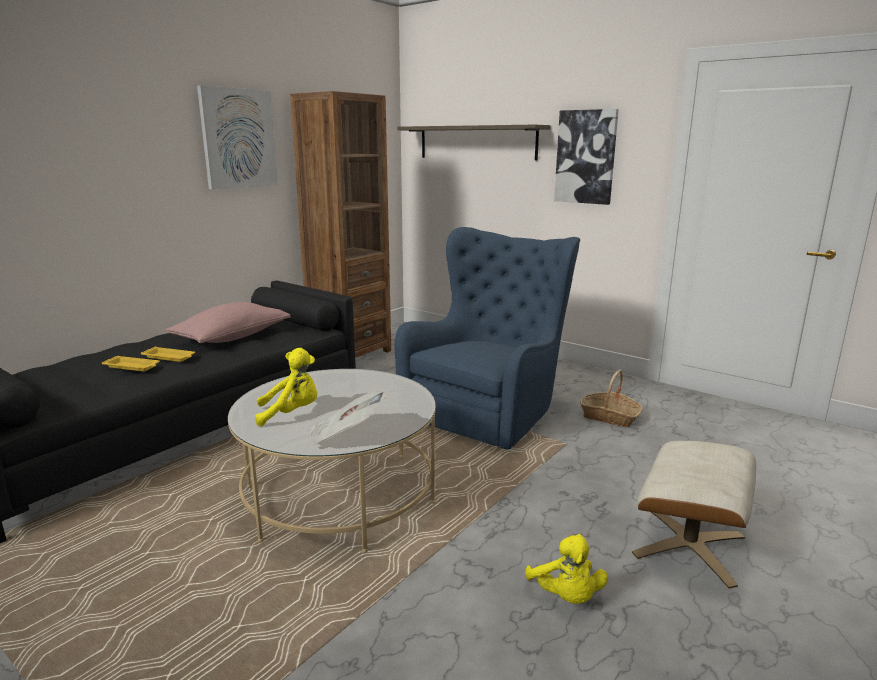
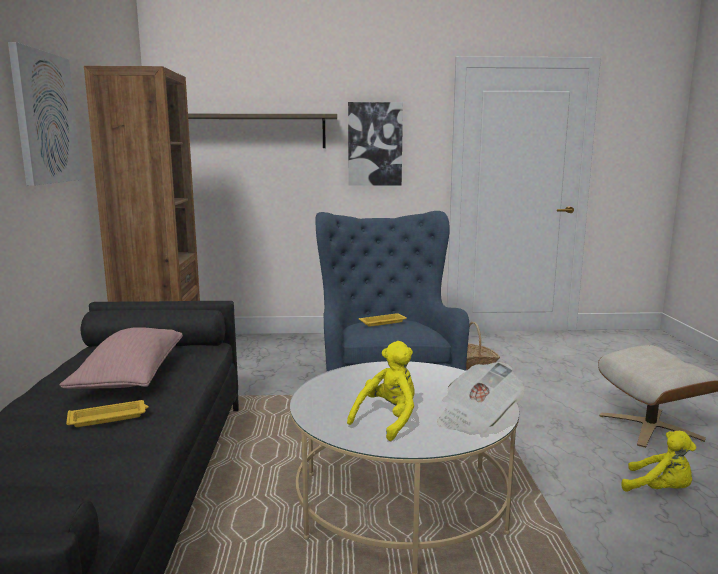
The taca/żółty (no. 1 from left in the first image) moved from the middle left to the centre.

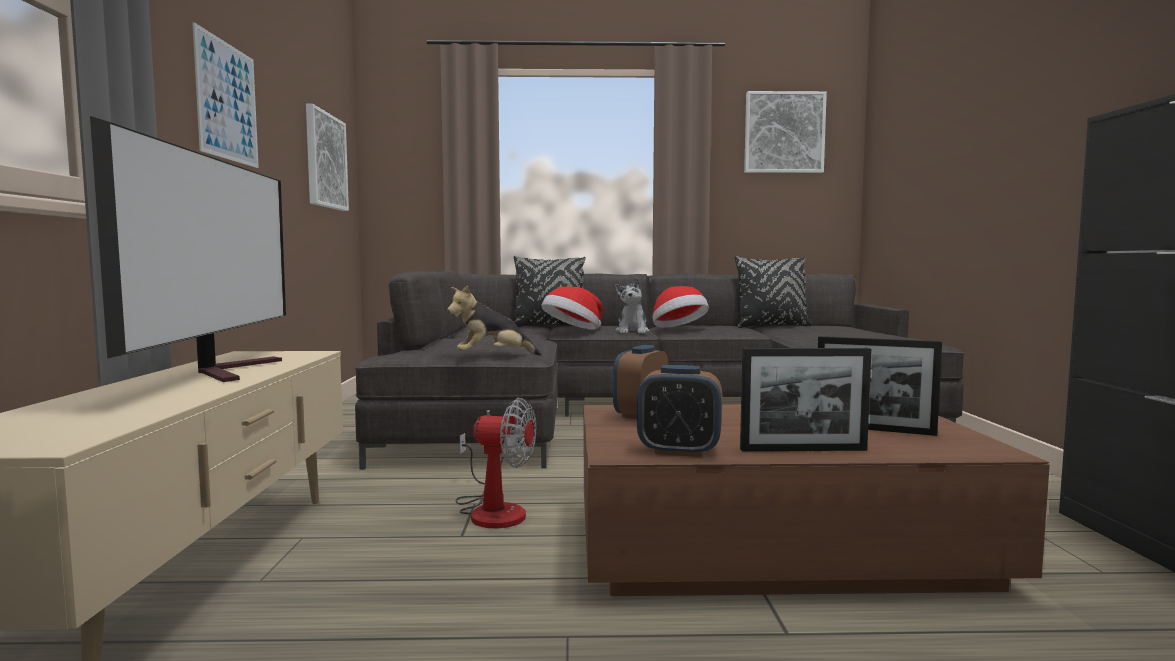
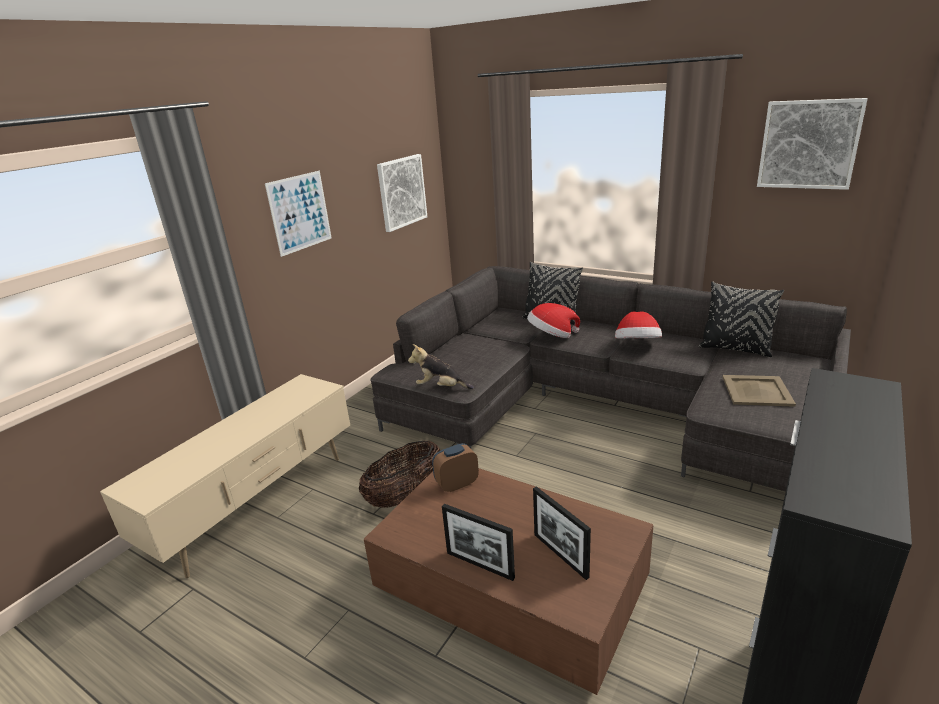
The telewizor at the middle left disappeared. The pluszak (no. 2 from left) at the centre disappeared. The budzik (no. 2 from left) at the centre disappeared. The taca/beżowy at the middle right appeared. The wentylator at the bottom centre was replaced by the koszyk at the bottom centre.

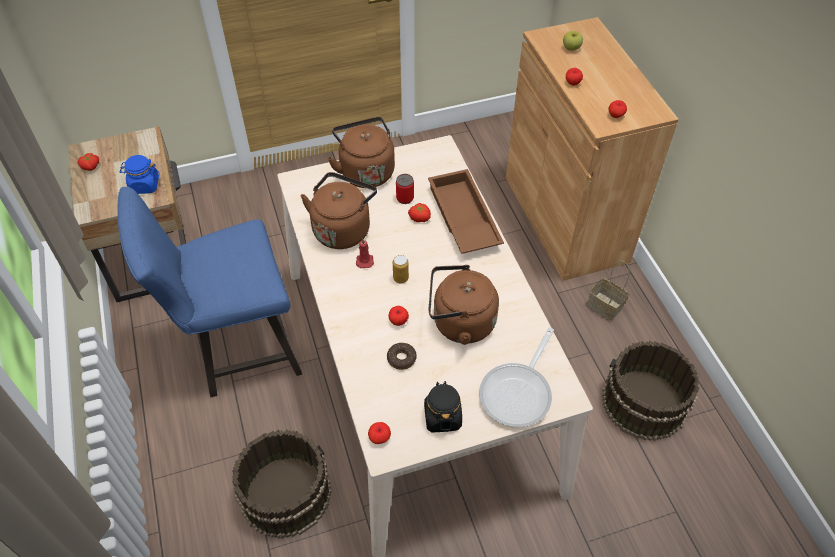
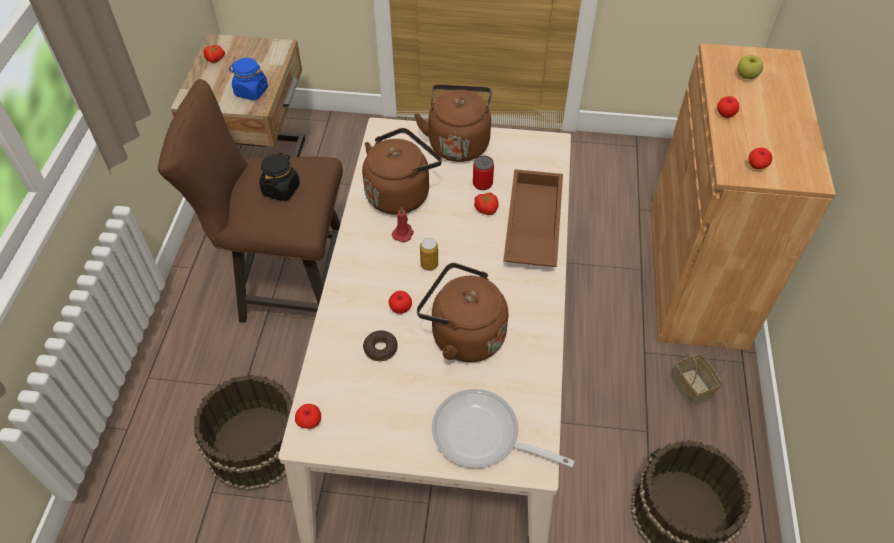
The słoik/czarny moved from the bottom centre to the top left. The stołek/niebieski at the middle left became the stołek/brązowy at the middle left. The patelnia at the bottom centre turned 60 degrees clockwise.

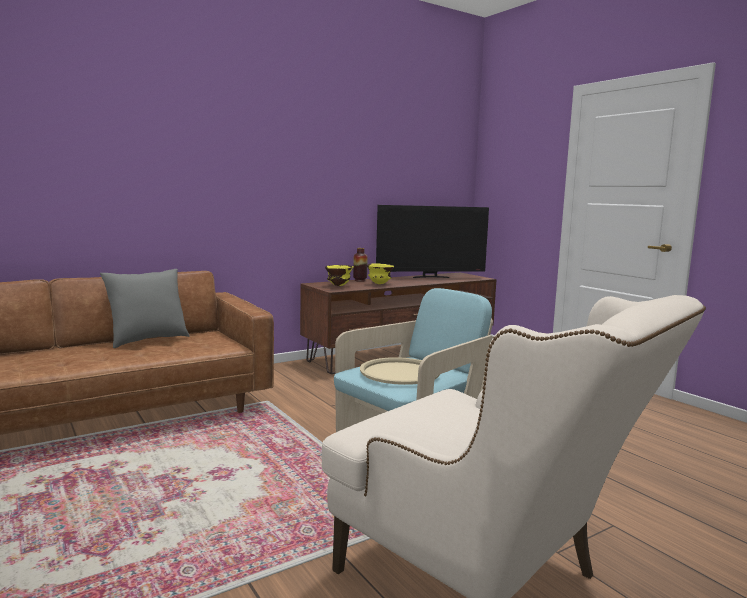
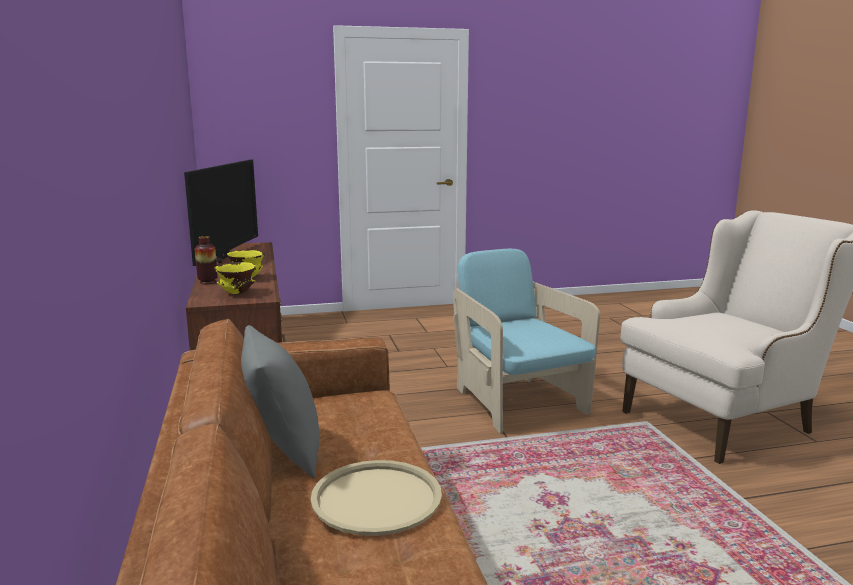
The taca/beżowy moved from the centre to the bottom centre.

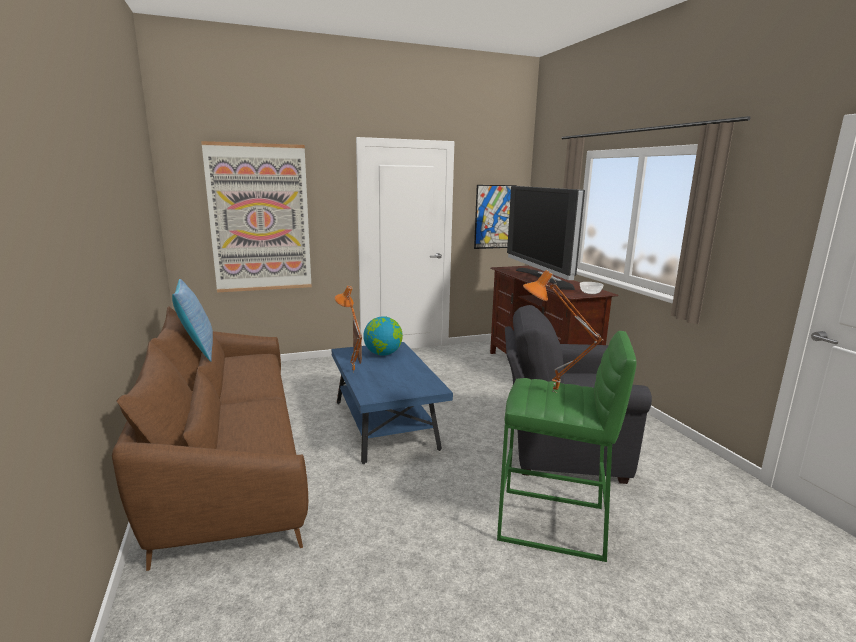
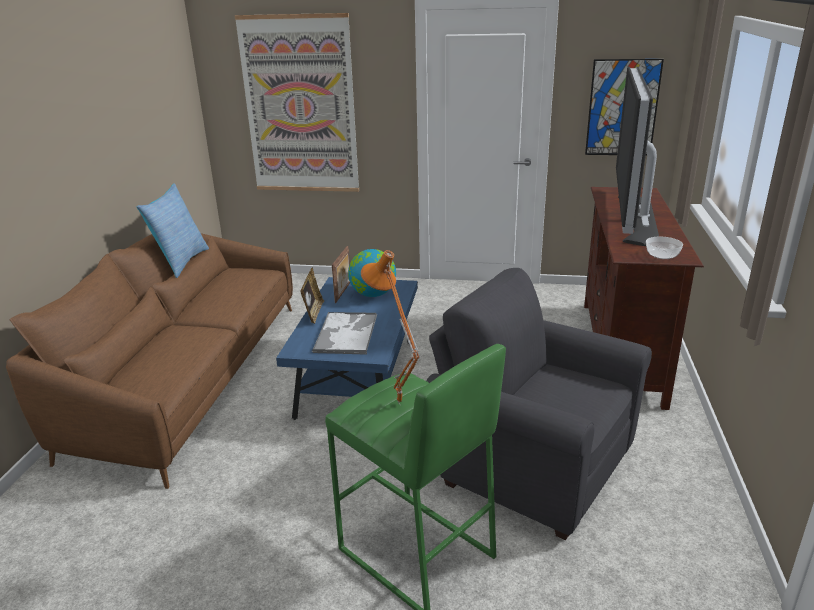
The taca at the centre appeared. The lampa stołowa/pomarańczowy (no. 1 from left) at the centre was replaced by the ramka na zdjęcie (no. 1 from left) at the centre.

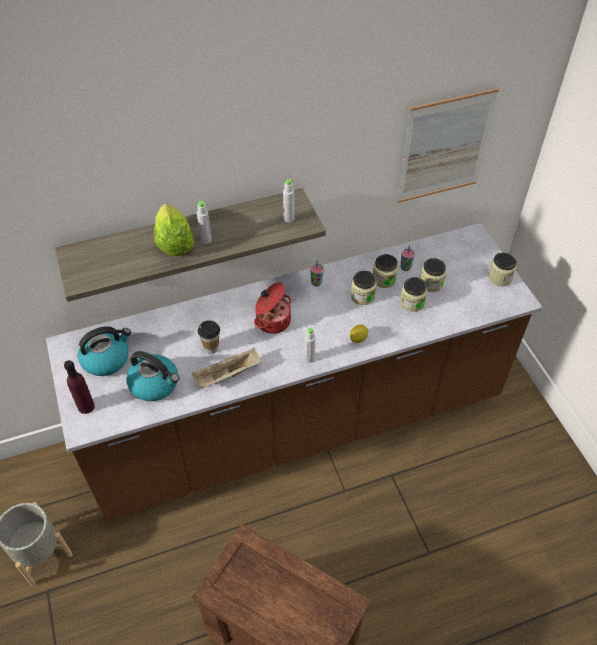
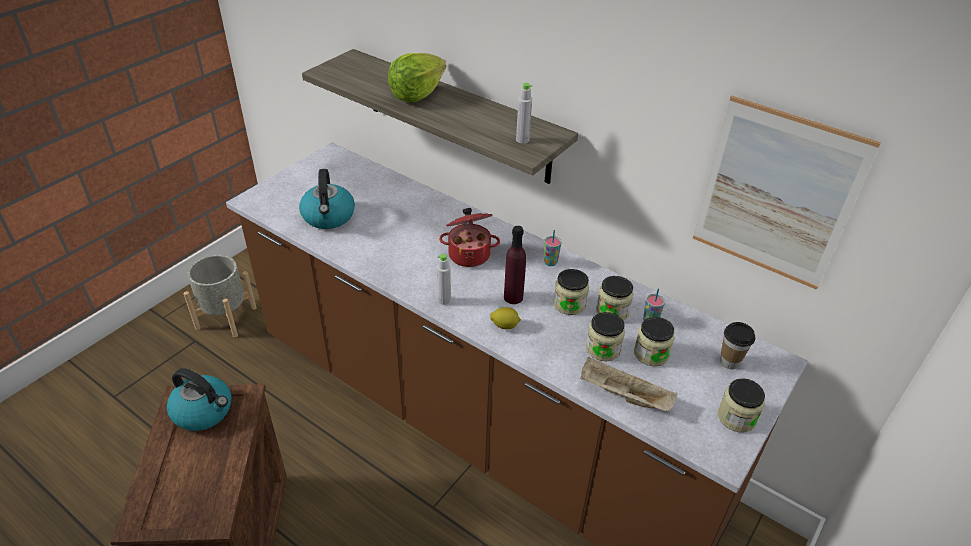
The butelka/szary (no. 1 from left) at the centre disappeared. The butelka/fioletowy moved from the middle left to the centre. The czajnik (no. 1 from left) moved from the middle left to the bottom left. The taca/beżowy moved from the centre to the bottom centre. The filiżanka (no. 1 from left in the first image) moved from the centre to the middle right.

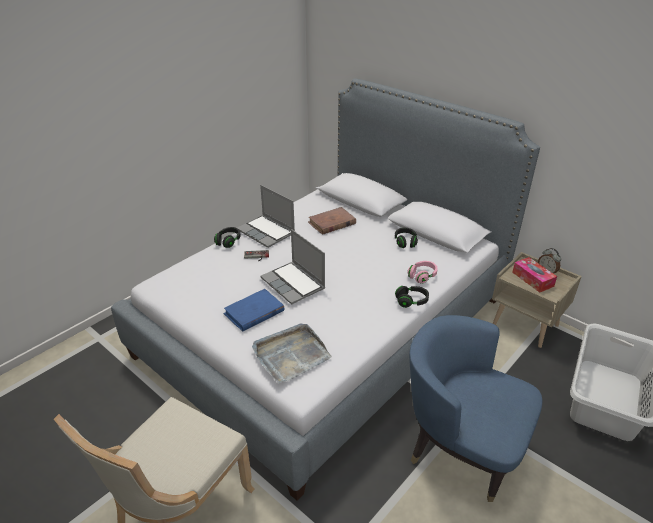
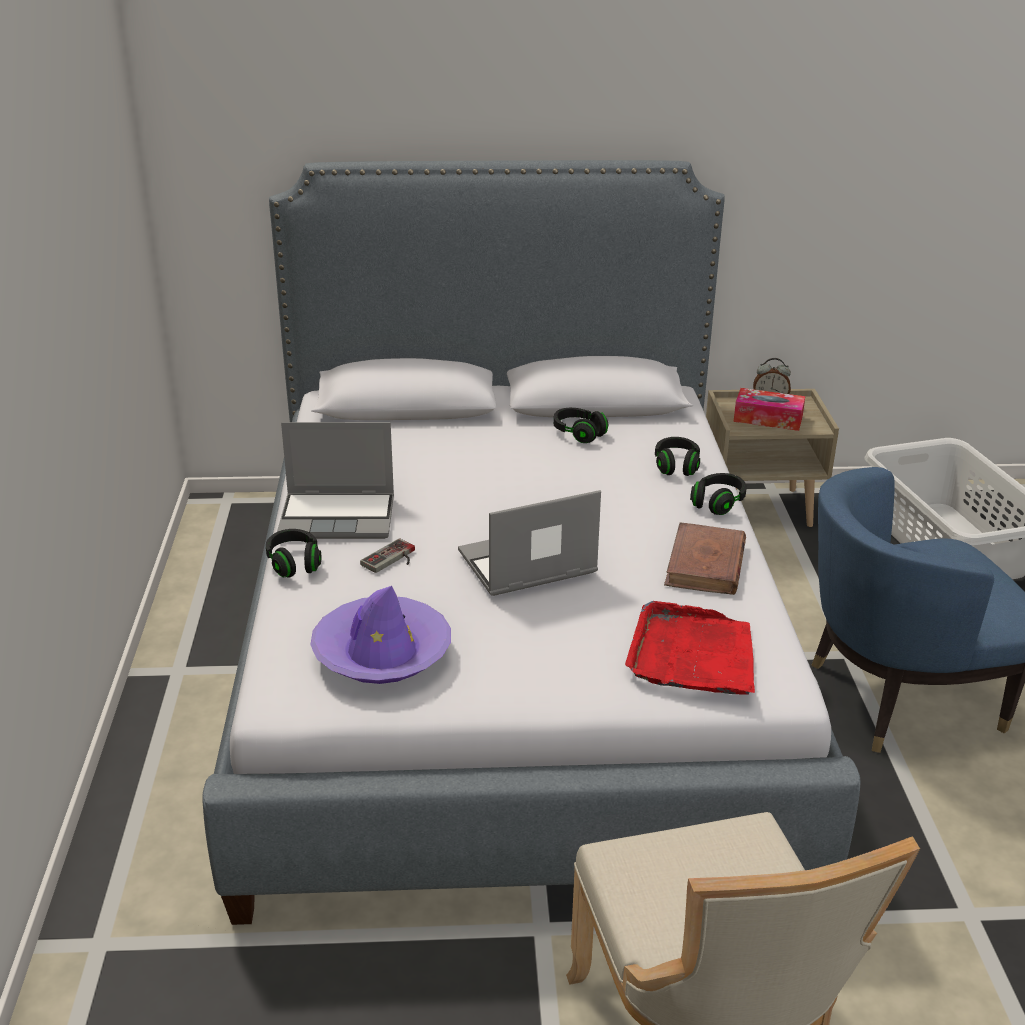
The książka/niebieski at the centre disappeared. The kapelusz/fioletowy at the centre appeared. The książka/brązowy moved from the centre to the middle right. The taca/szary at the bottom centre became the taca/czerwony at the middle right. The słuchawki/różowy at the centre became the słuchawki/czarny (no. 3 from left) at the centre. The laptop (no. 2 from left) at the centre turned 150 degrees clockwise.

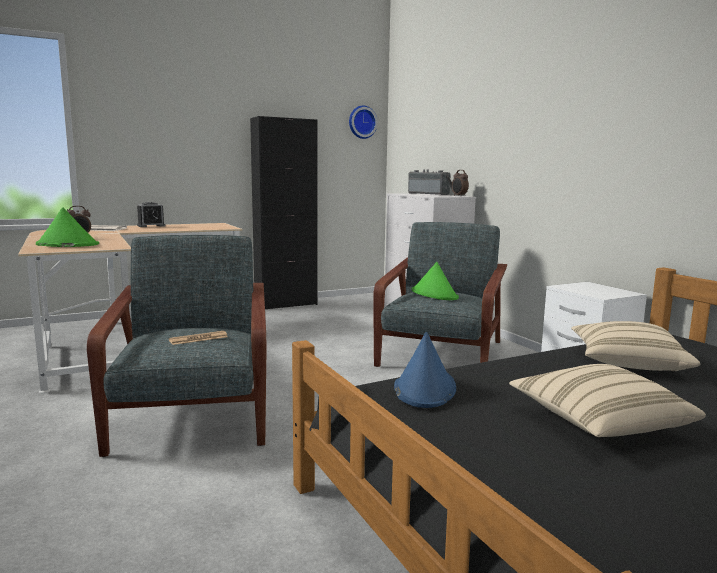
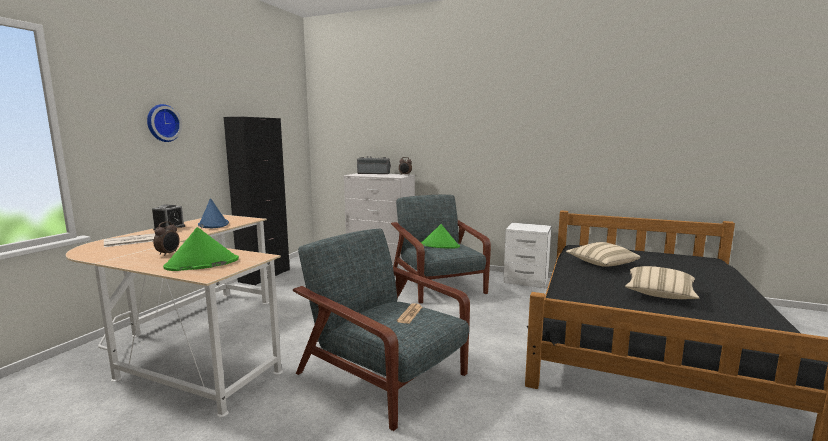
The zegar ścienny moved from the top centre to the top left. The kapelusz/niebieski moved from the centre to the middle left.

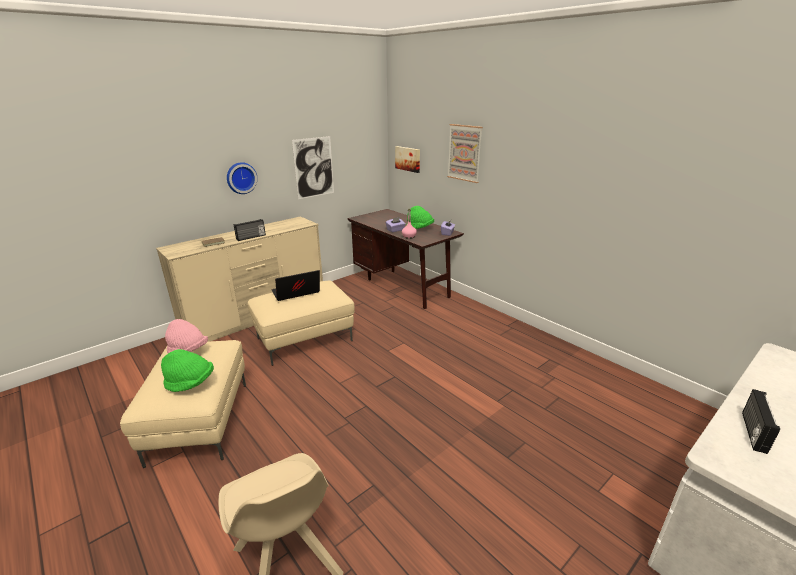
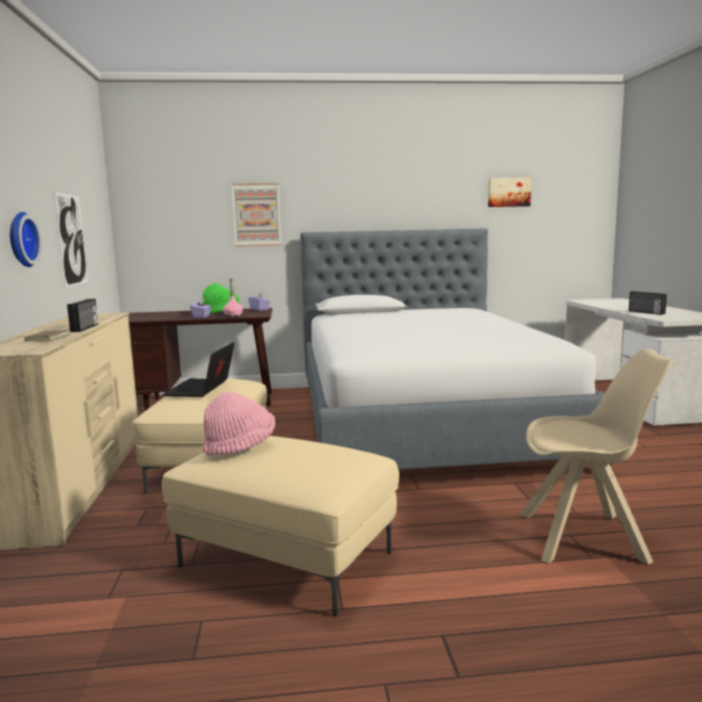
The kapelusz/zielony (no. 1 from left) at the middle left disappeared. The łóżko at the centre appeared. The obraz (no. 2 from left in the first image) moved from the top centre to the top right.

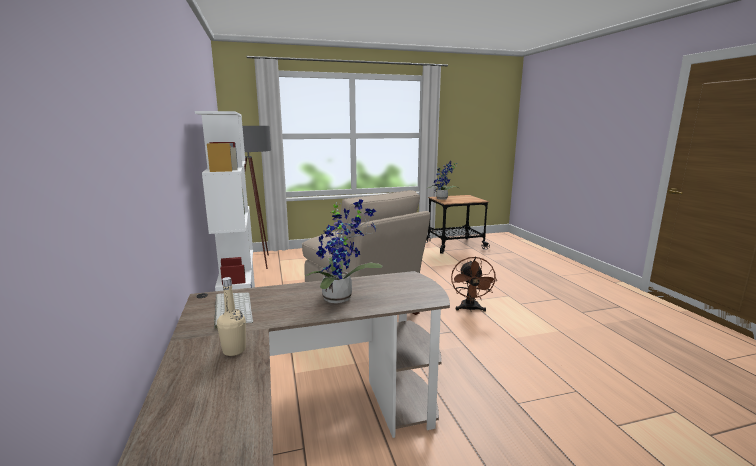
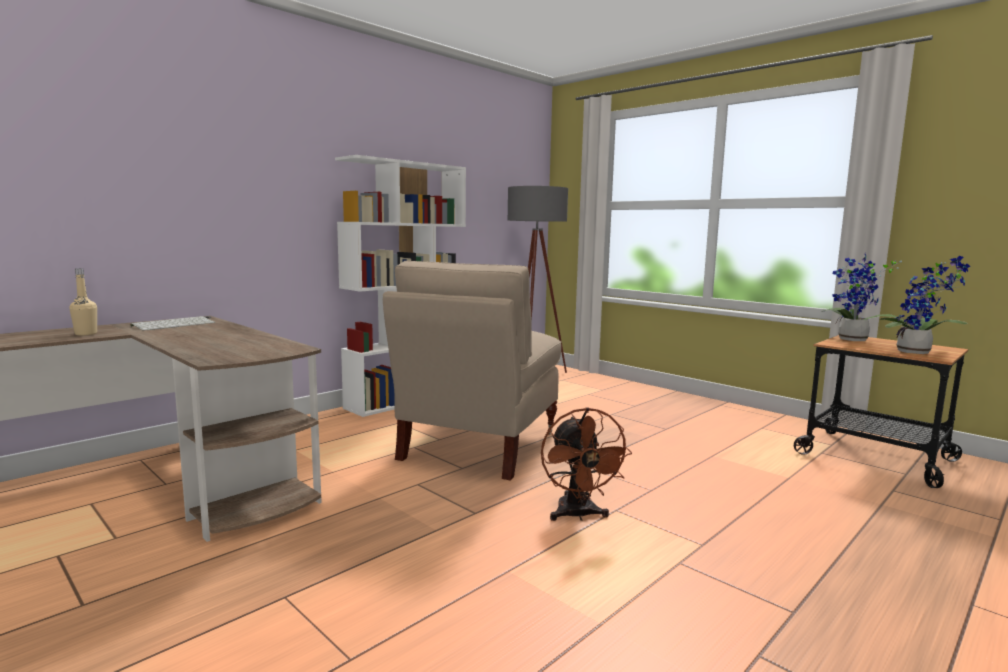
The roślina doniczkowa (no. 1 from left in the first image) moved from the centre to the middle right. The wentylator/brązowy at the centre turned 75 degrees counterclockwise.

